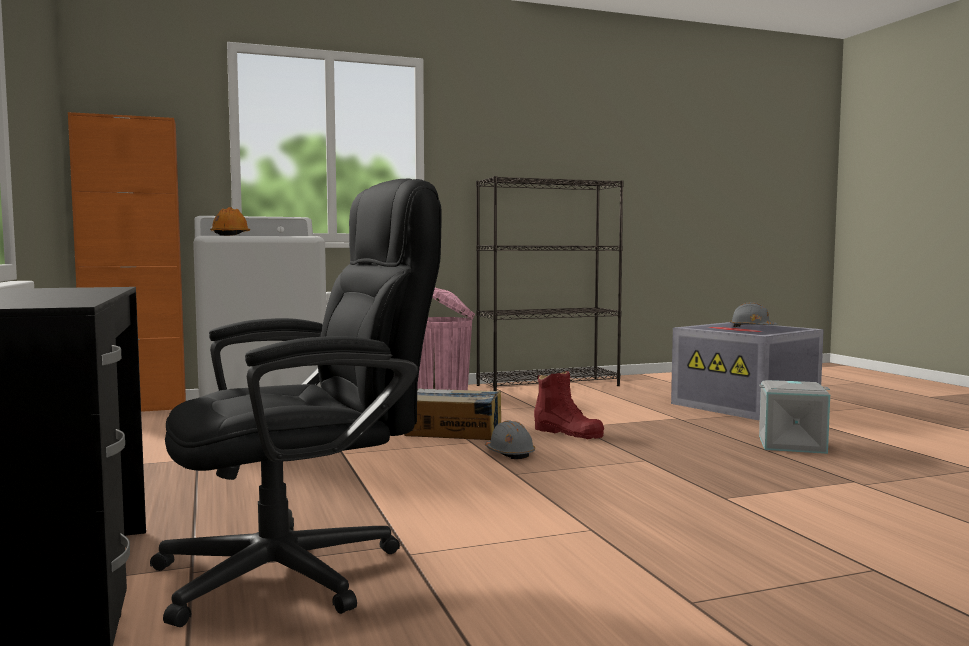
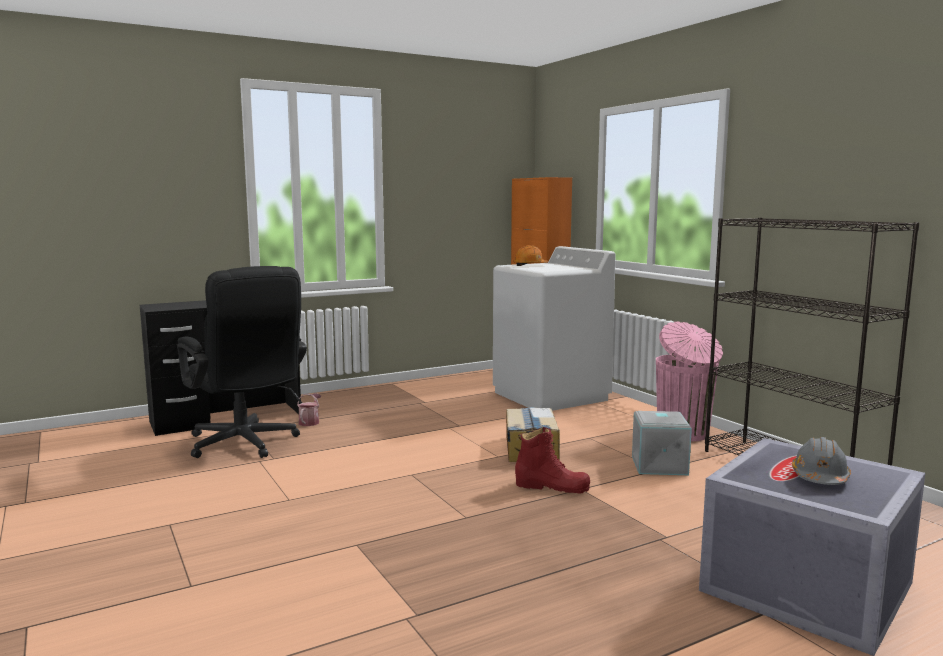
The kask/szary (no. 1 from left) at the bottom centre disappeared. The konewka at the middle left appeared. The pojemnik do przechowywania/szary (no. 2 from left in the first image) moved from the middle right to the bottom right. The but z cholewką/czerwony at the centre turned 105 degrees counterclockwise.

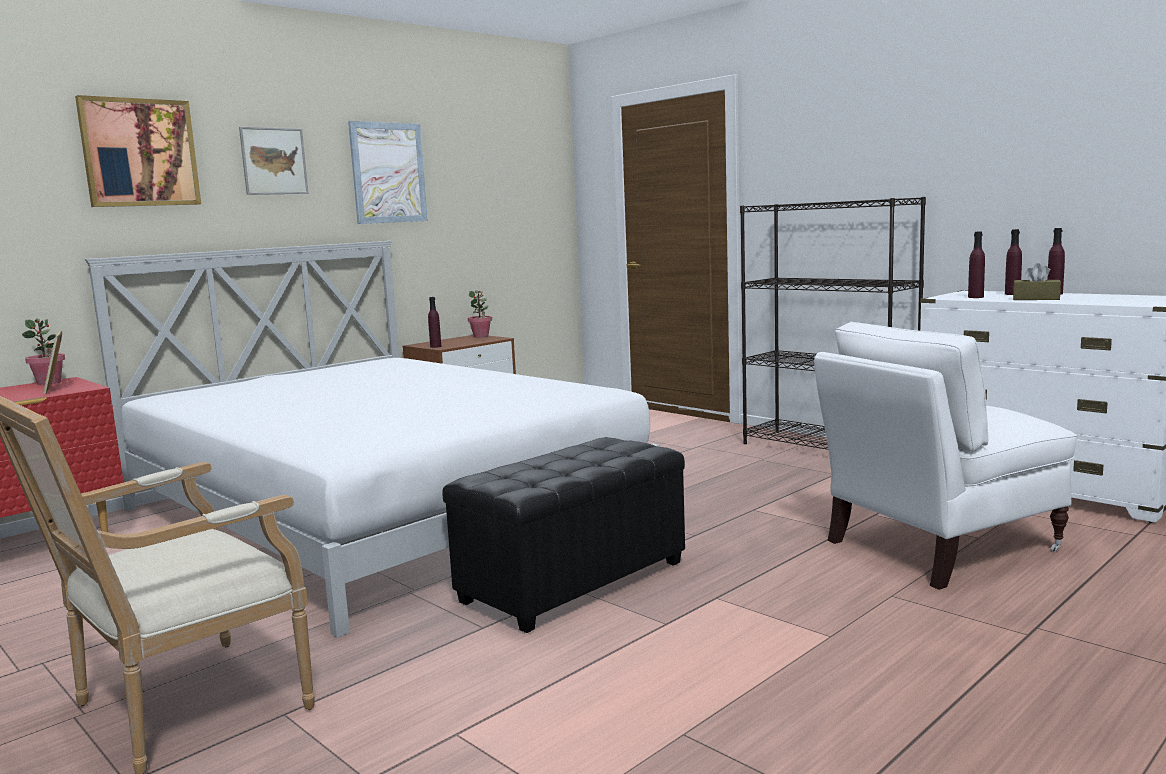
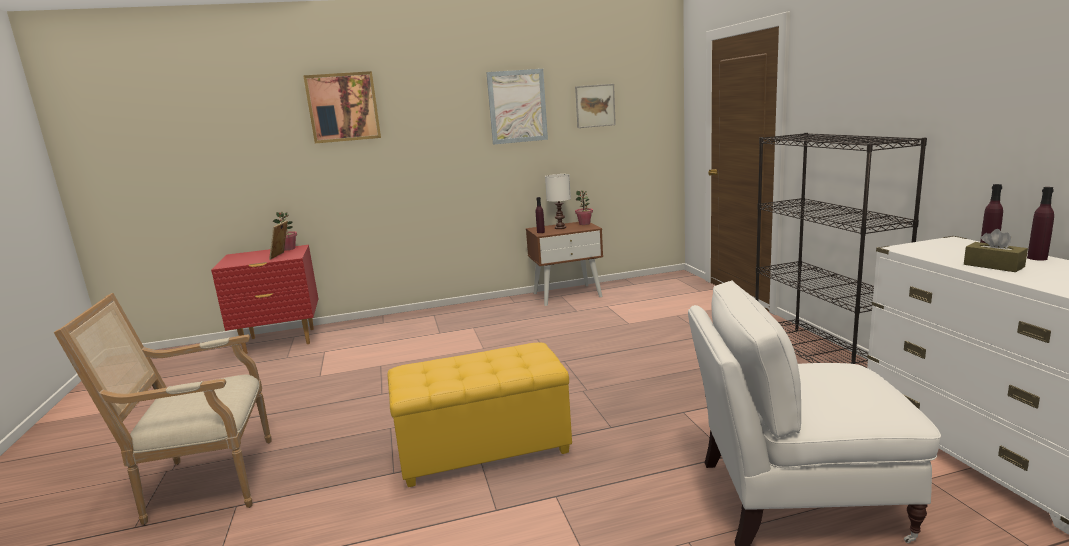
The łóżko/biały at the middle left disappeared. The butelka/fioletowy (no. 2 from left) at the middle right disappeared. The lampa stołowa/biały at the centre appeared. The obraz (no. 2 from left in the first image) moved from the top left to the top centre. The pufa/czarny at the bottom centre became the pufa/żółty at the bottom centre.

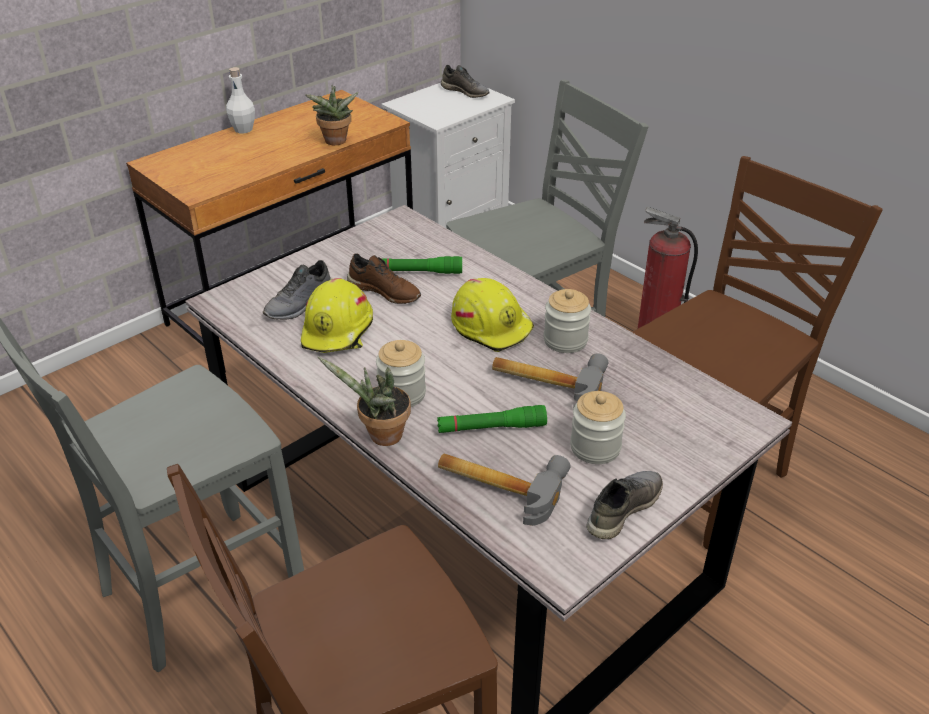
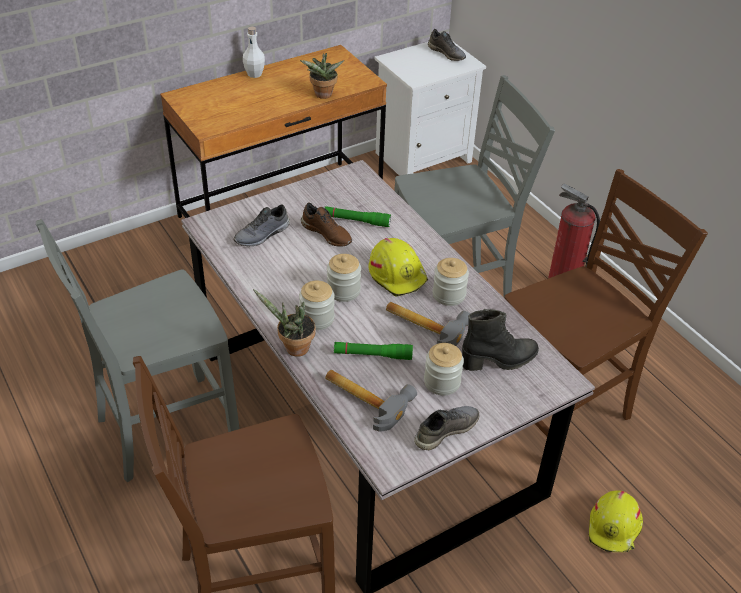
The słoik (no. 2 from left) at the centre appeared. The but z cholewką/czarny at the middle right appeared. The kask/żółty (no. 1 from left in the first image) moved from the centre to the bottom right.

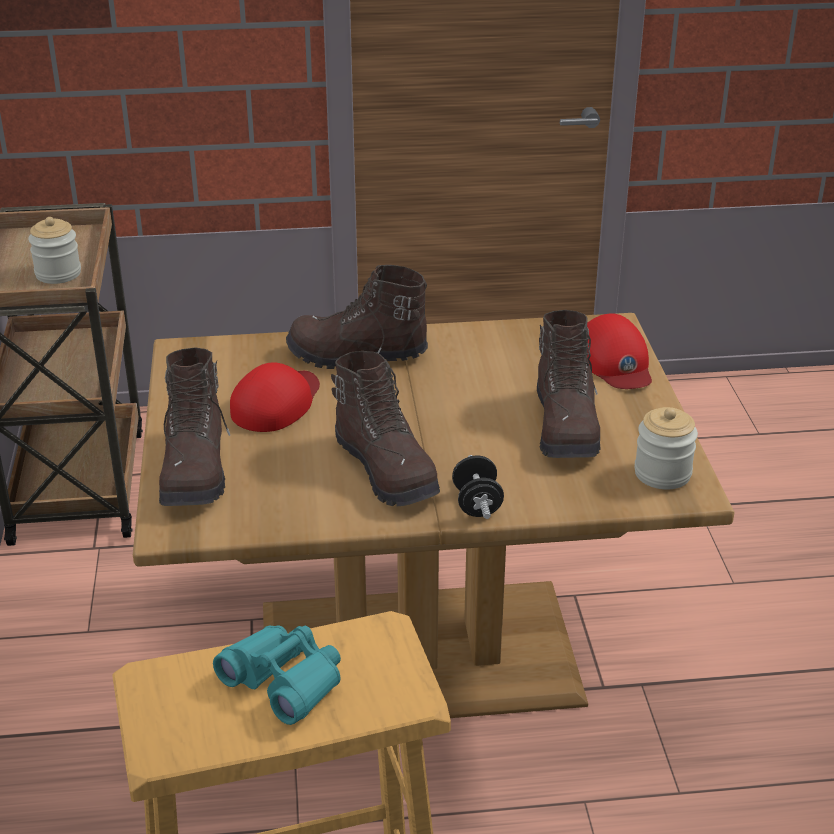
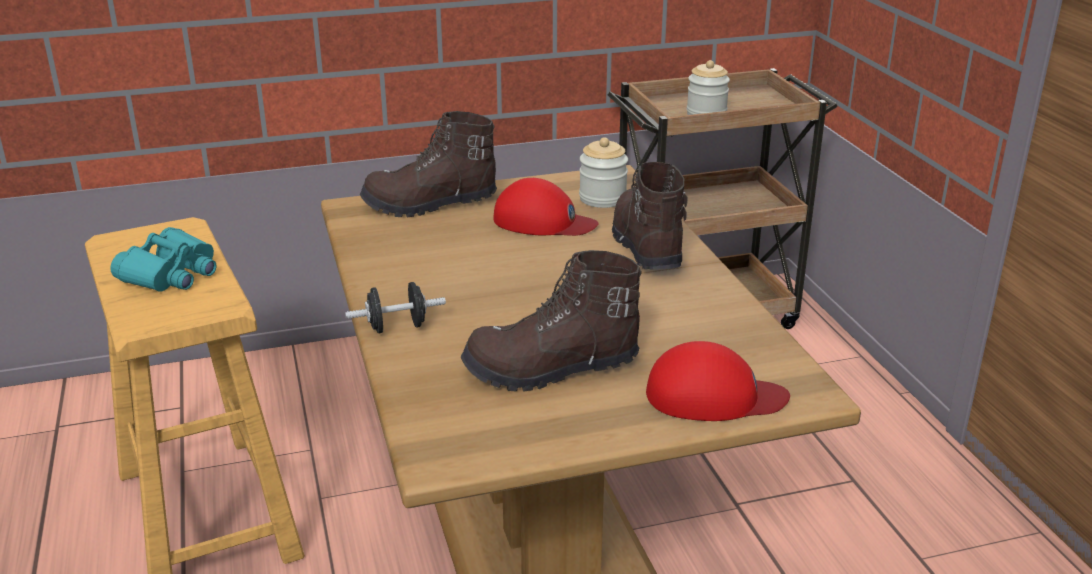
The but z cholewką/brązowy (no. 3 from left) at the centre disappeared. The słoik (no. 2 from left in the first image) moved from the middle right to the top centre. The czapka z daszkiem/czerwony (no. 2 from left) at the middle right turned 150 degrees counterclockwise.

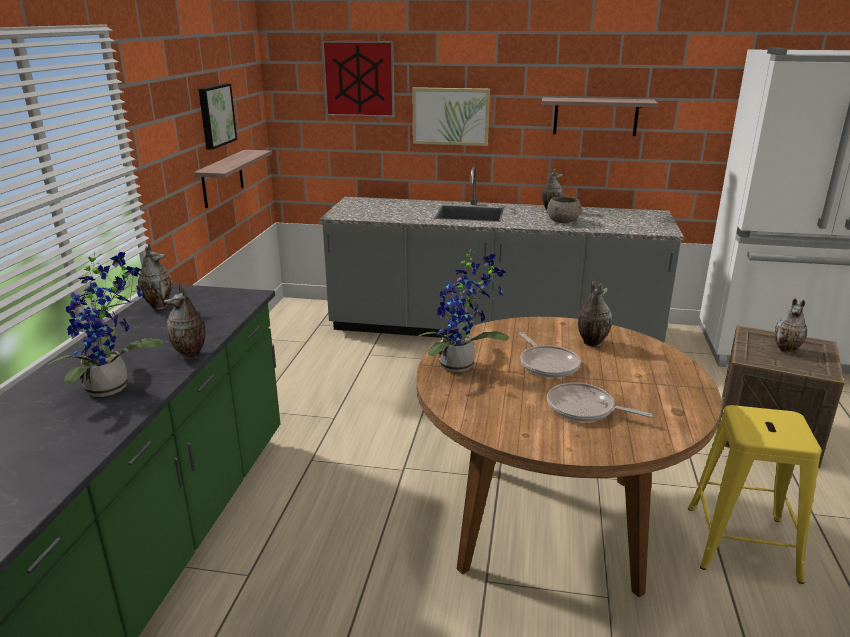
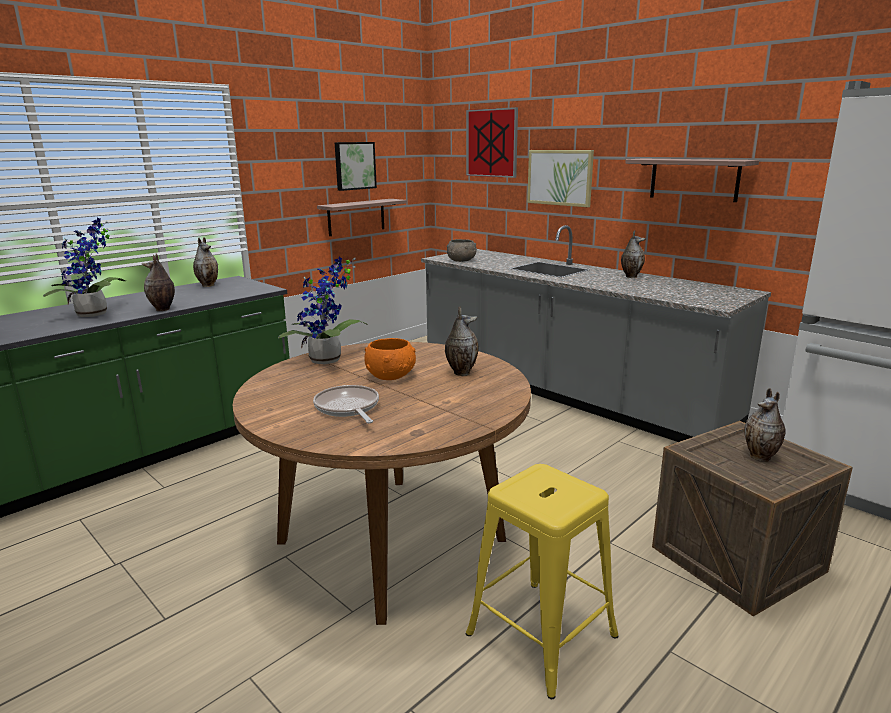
The miska/szary moved from the top centre to the centre. The patelnia (no. 1 from left) at the centre was replaced by the miska/pomarańczowy at the centre.

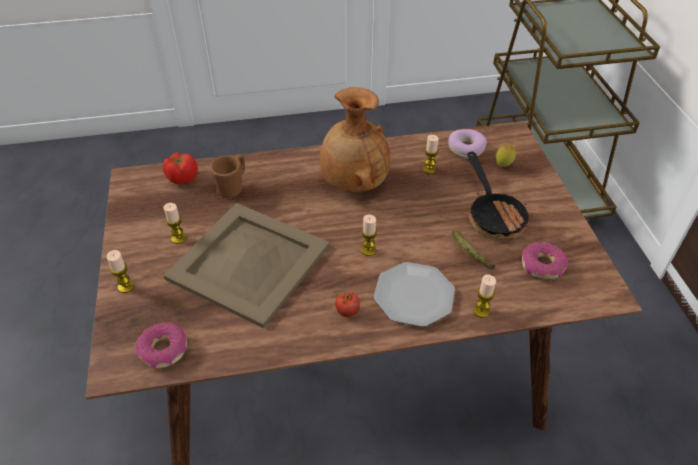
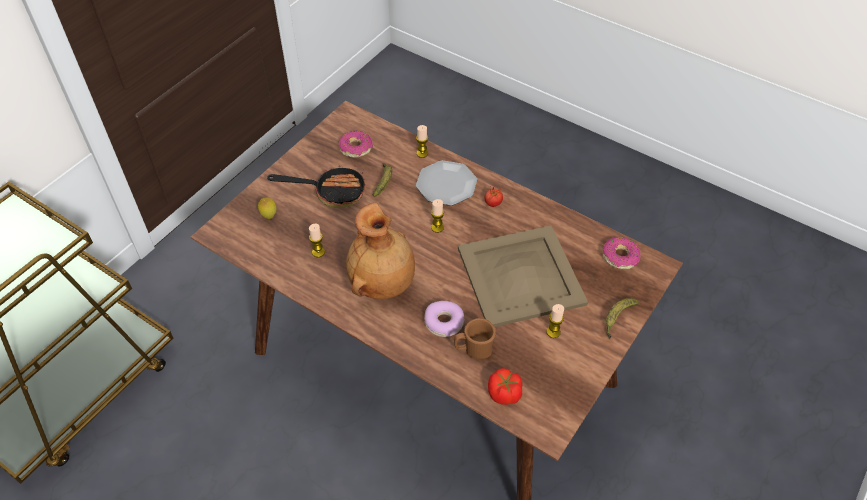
The donut (no. 2 from left) moved from the top right to the centre. The świeca (no. 1 from left) at the middle left was replaced by the banan (no. 2 from left) at the middle right. The patelnia at the middle right turned 60 degrees clockwise.

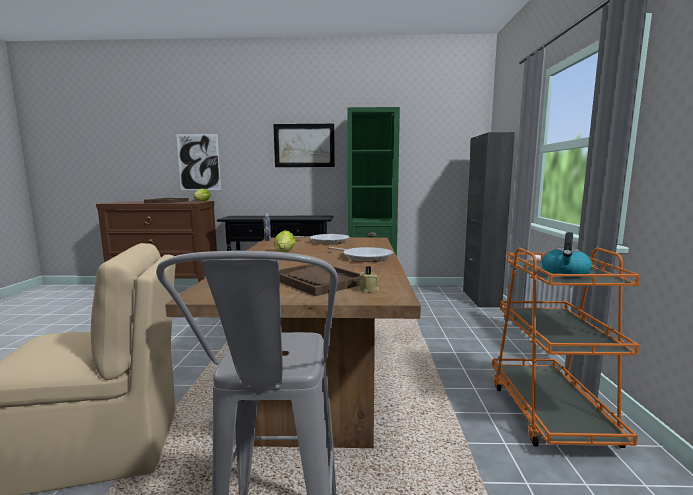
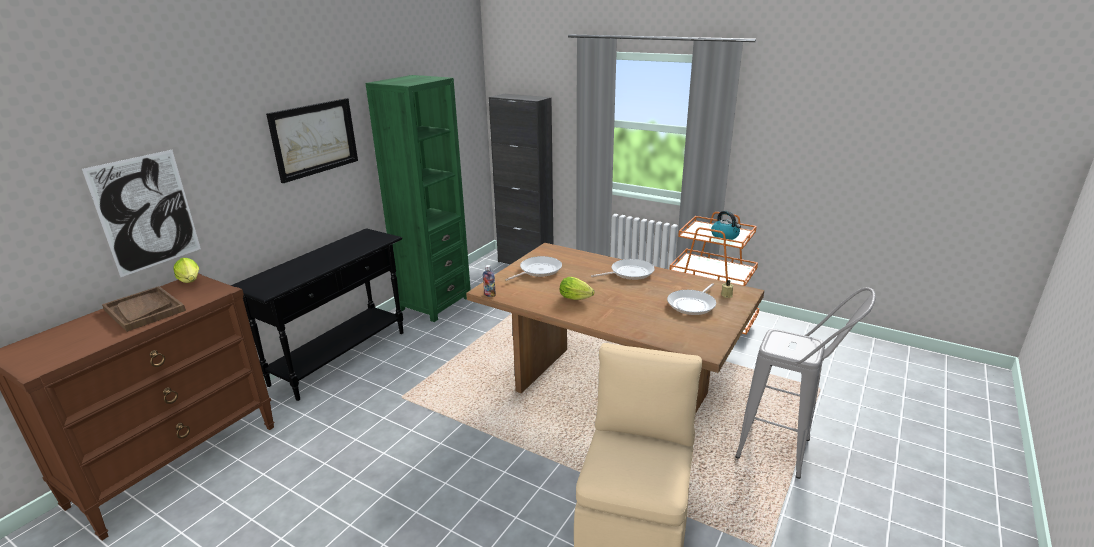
The taca/brązowy (no. 2 from left) at the centre was replaced by the patelnia (no. 3 from left) at the centre.

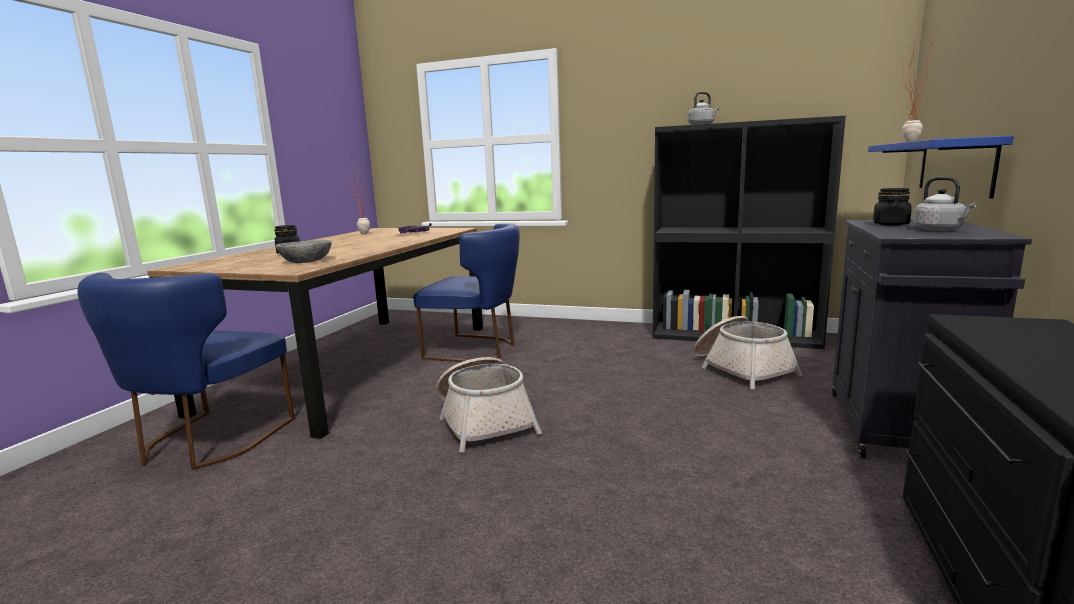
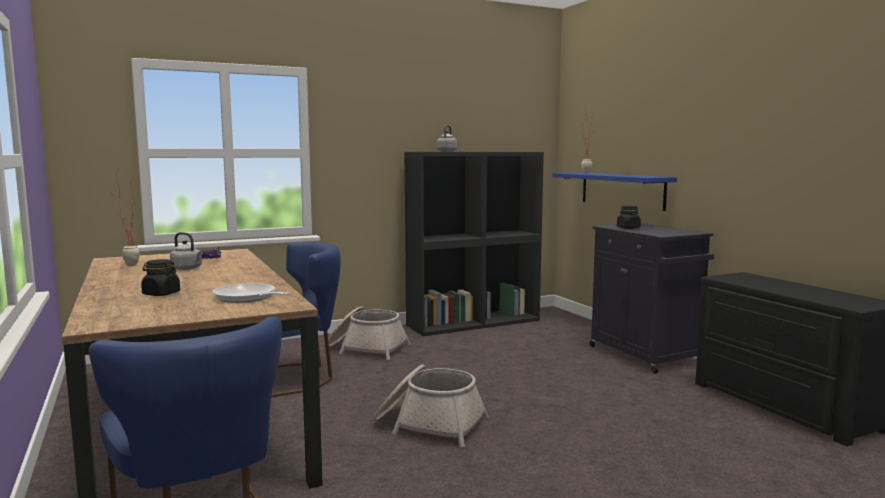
The koszyk (no. 2 from left in the first image) moved from the middle right to the bottom centre. The czajnik/szary (no. 2 from left in the first image) moved from the middle right to the middle left. The miska/szary at the middle left was replaced by the patelnia at the middle left.

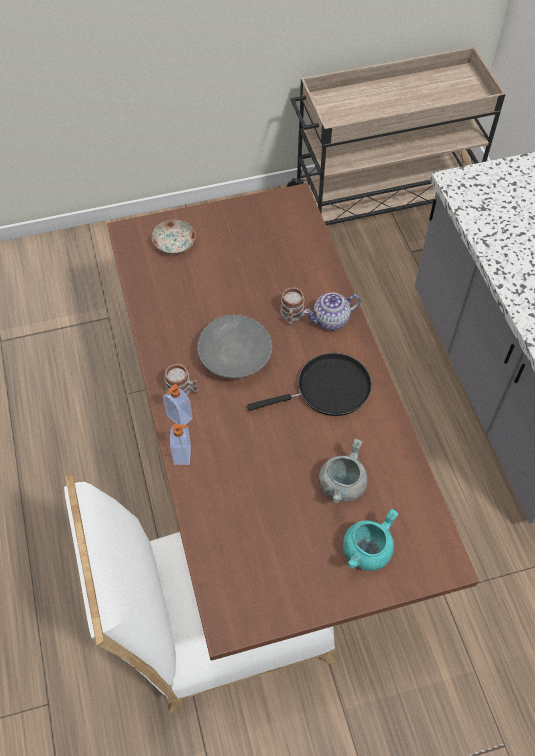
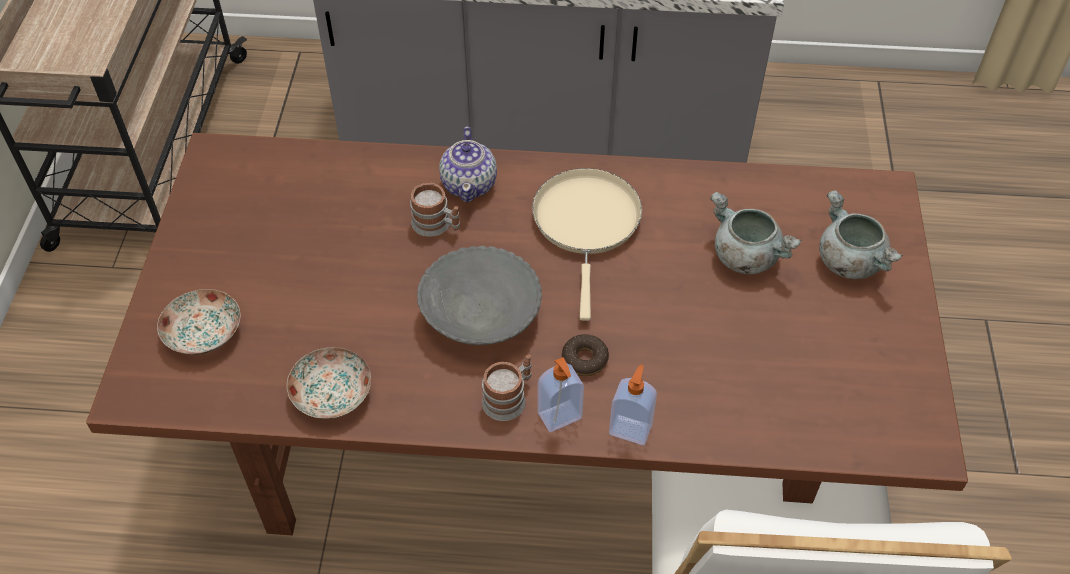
The talerz (no. 2 from left) at the bottom left appeared. The donut at the centre appeared. The patelnia/czarny at the centre became the patelnia/beżowy at the centre. The garnek/turkusowy at the bottom right became the garnek/szary (no. 2 from left) at the middle right.

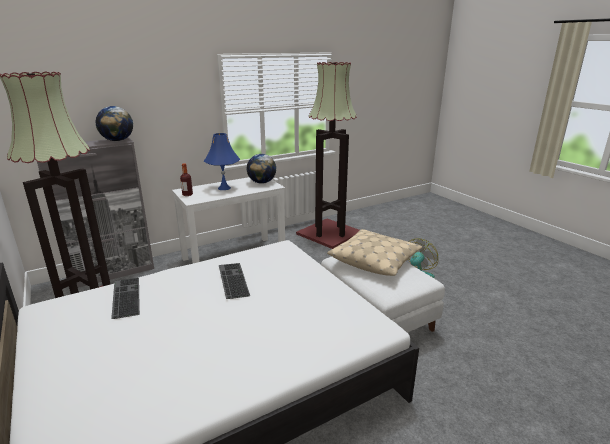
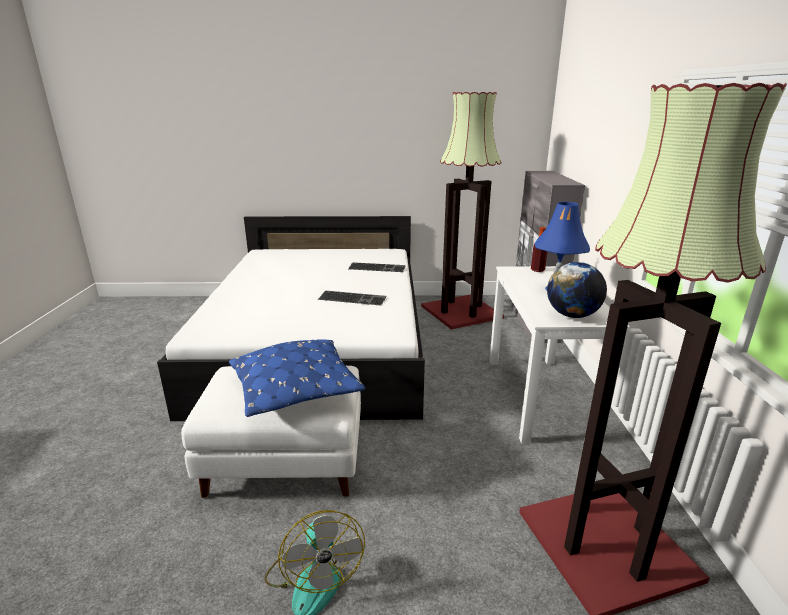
The globus (no. 1 from left) at the top left disappeared. The poduszka/beżowy at the centre became the poduszka/niebieski at the centre.

